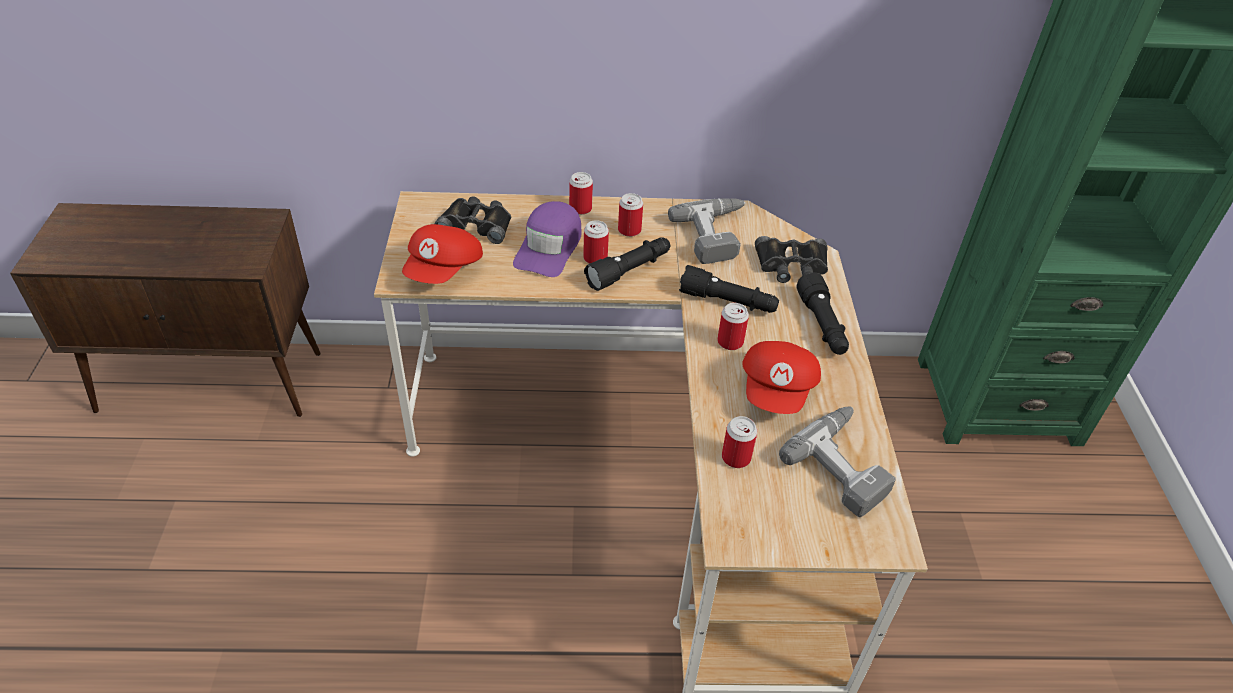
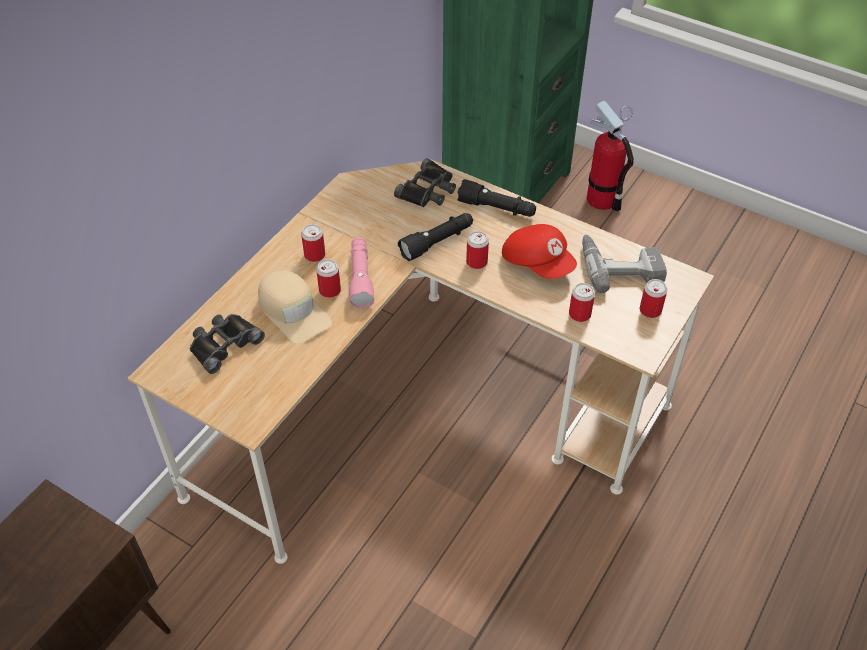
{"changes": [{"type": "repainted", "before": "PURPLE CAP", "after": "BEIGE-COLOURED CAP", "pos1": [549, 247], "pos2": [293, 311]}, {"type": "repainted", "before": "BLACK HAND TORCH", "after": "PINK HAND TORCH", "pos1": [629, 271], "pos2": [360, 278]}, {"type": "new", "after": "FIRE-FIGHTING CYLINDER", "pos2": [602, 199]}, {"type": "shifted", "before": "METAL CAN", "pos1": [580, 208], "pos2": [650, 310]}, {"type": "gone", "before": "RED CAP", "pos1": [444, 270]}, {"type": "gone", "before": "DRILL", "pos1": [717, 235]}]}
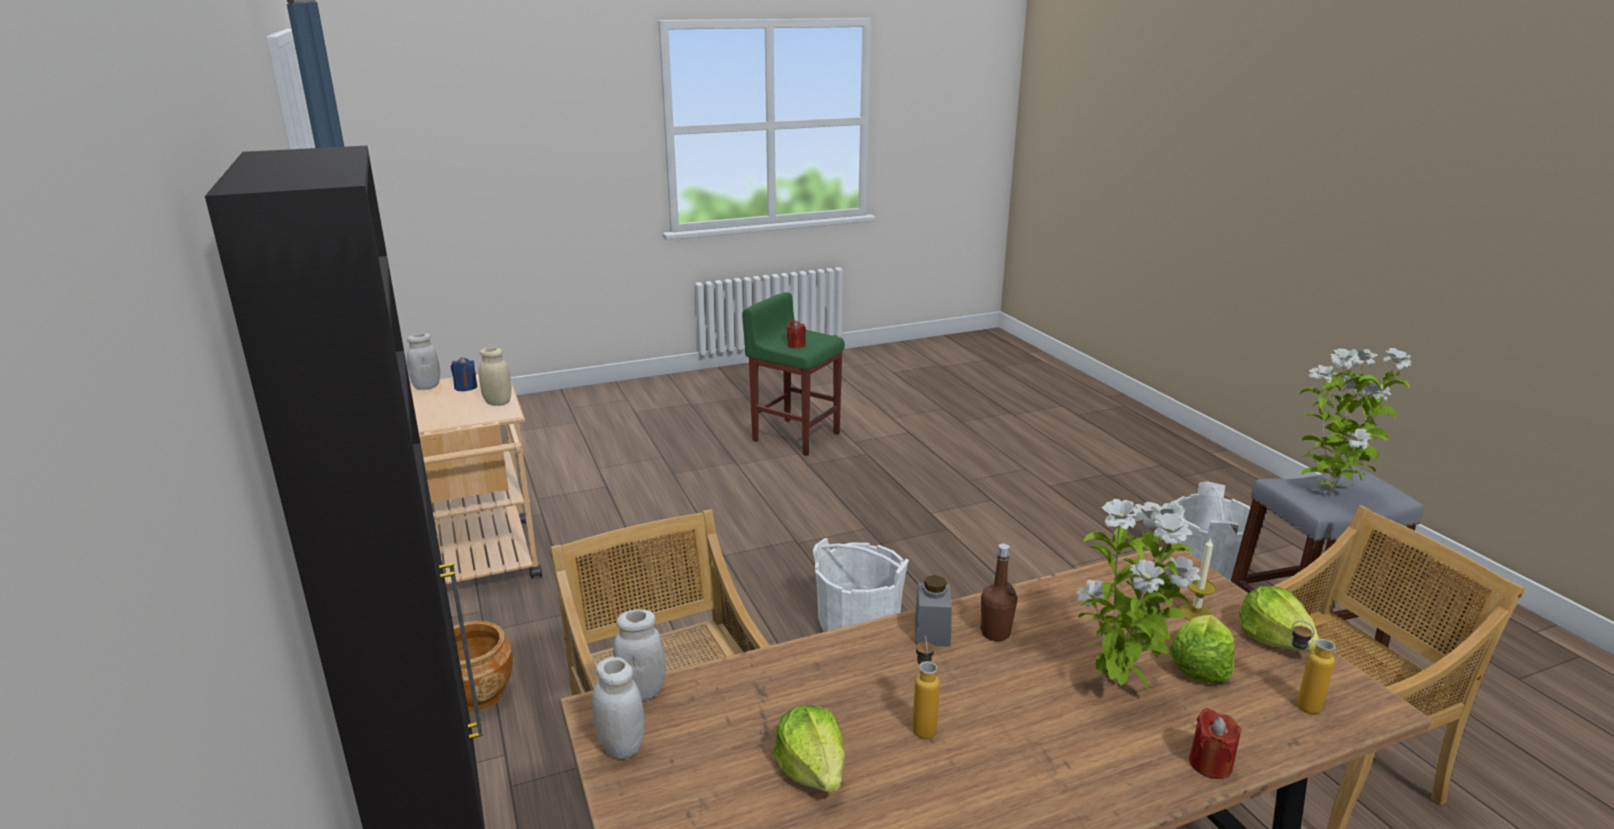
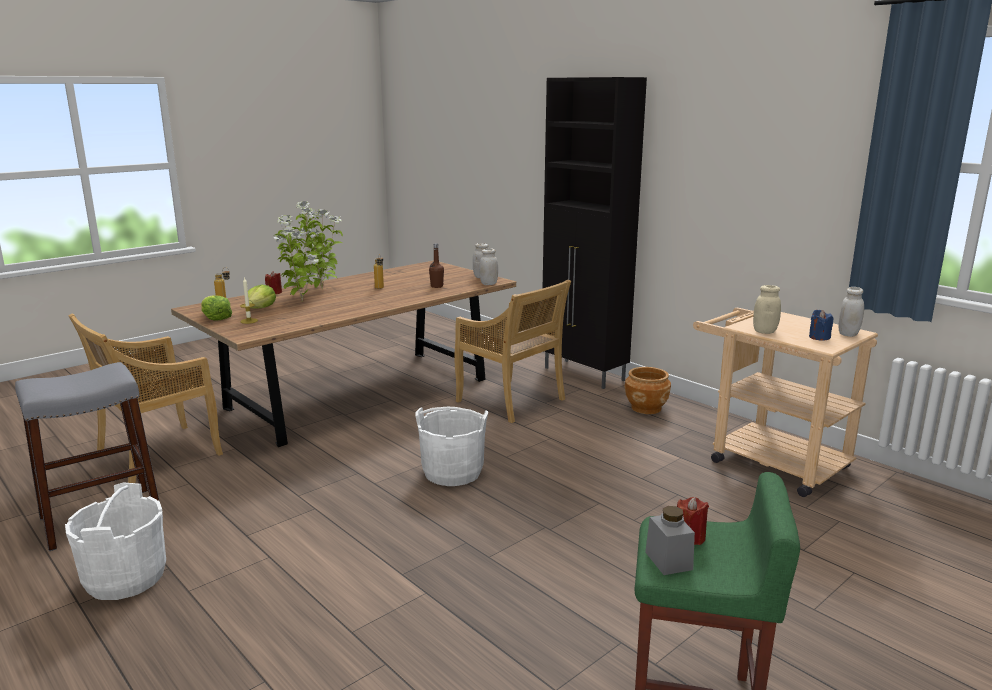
{"changes": [{"type": "shifted", "before": "POTTED PLANT", "pos1": [1329, 494], "pos2": [321, 289]}, {"type": "shifted", "before": "BROWN-COLOURED BOTTLE", "pos1": [995, 633], "pos2": [436, 286]}, {"type": "shifted", "before": "GRAY JAR", "pos1": [932, 632], "pos2": [668, 561]}, {"type": "gone", "before": "LETTUCE HEAD", "pos1": [813, 769]}]}
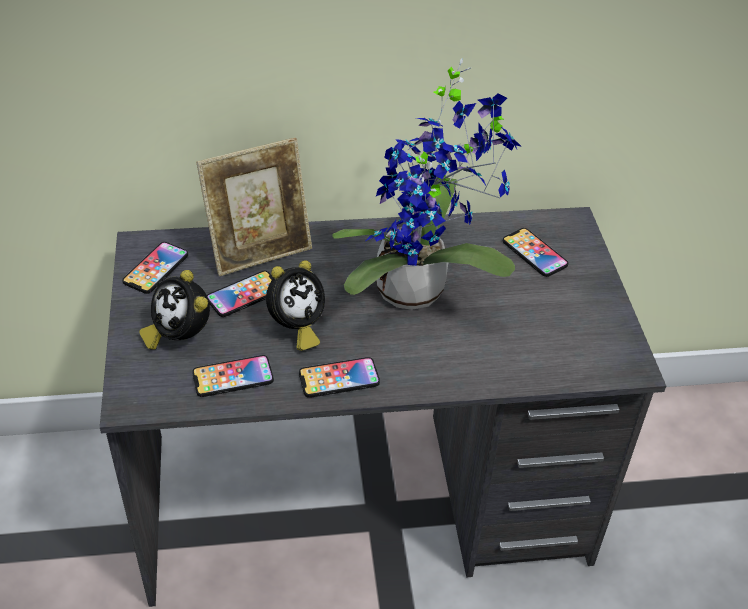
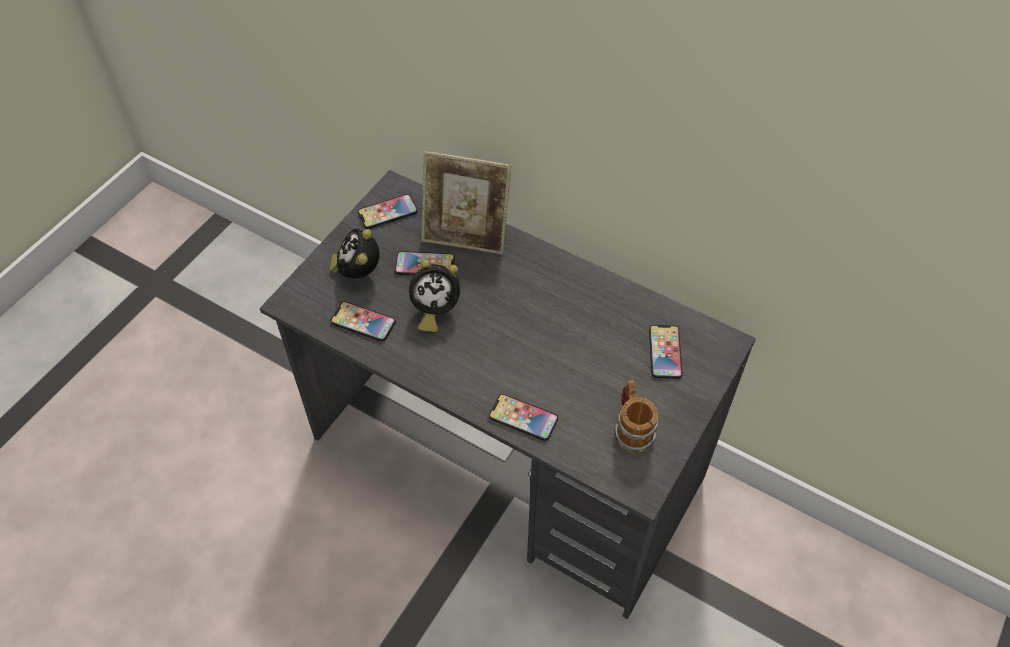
{"changes": [{"type": "shifted", "before": "TELEPHONE", "pos1": [339, 378], "pos2": [523, 418]}, {"type": "new", "after": "COFFEE MUG", "pos2": [631, 429]}, {"type": "gone", "before": "POTTED PLANT", "pos1": [419, 291]}]}
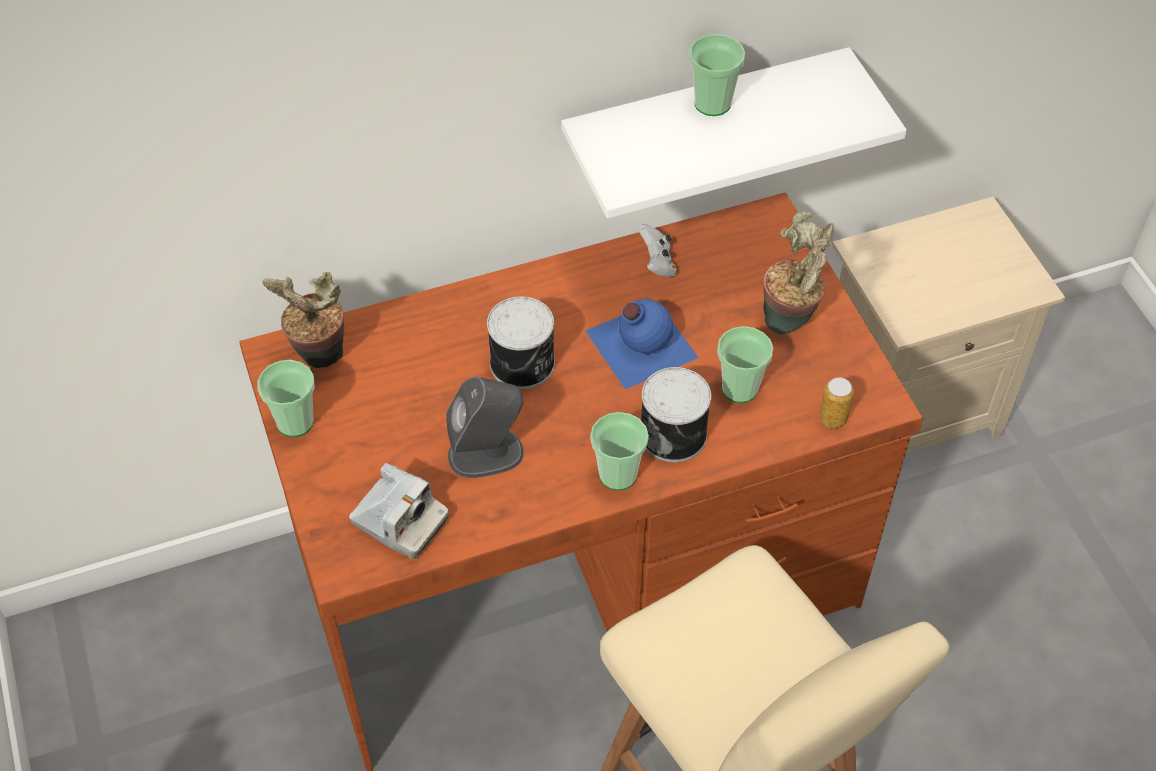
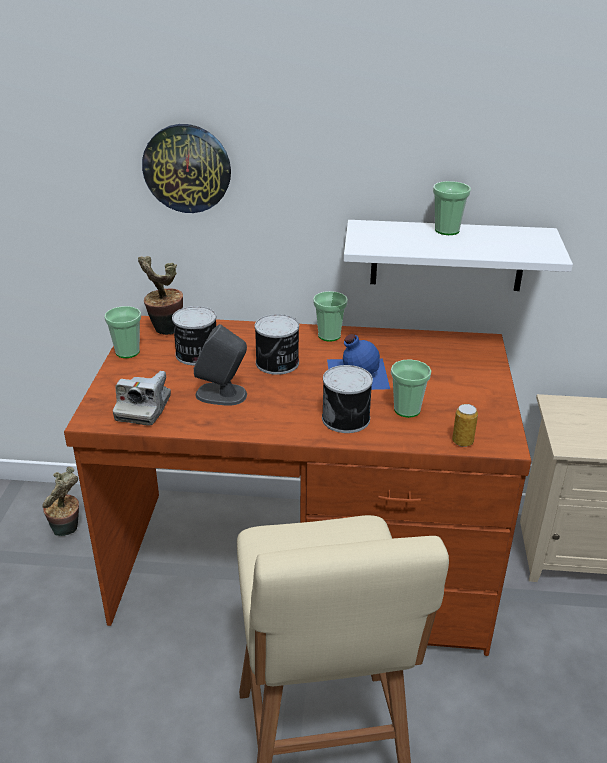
{"changes": [{"type": "shifted", "before": "POTTED PLANT", "pos1": [791, 321], "pos2": [67, 531]}, {"type": "rotated", "before": "PHOTO CAMERA", "pos1": [399, 522], "pos2": [143, 409], "turn": 45}, {"type": "new", "after": "WALL CLOCK", "pos2": [187, 168]}, {"type": "new", "after": "METAL CAN", "pos2": [196, 354]}, {"type": "shifted", "before": "DRINKING CUP", "pos1": [618, 474], "pos2": [329, 335]}, {"type": "gone", "before": "WHITE GAMEPAD", "pos1": [657, 263]}]}
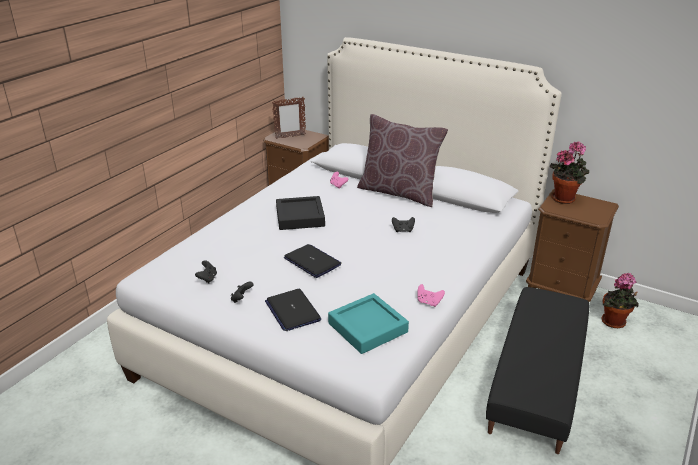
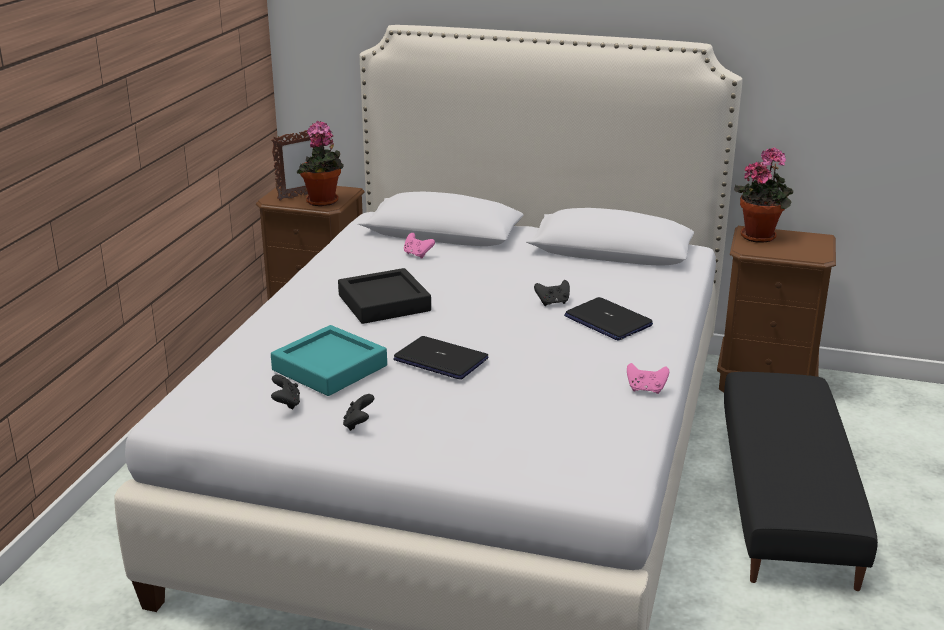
{"changes": [{"type": "shifted", "before": "TURQUOISE TRAY", "pos1": [367, 328], "pos2": [329, 368]}, {"type": "shifted", "before": "POTTED PLANT", "pos1": [614, 323], "pos2": [323, 202]}, {"type": "shifted", "before": "NOTEBOOK COMPUTER", "pos1": [292, 311], "pos2": [607, 321]}, {"type": "gone", "before": "BROWN-COLOURED CUSHION", "pos1": [399, 192]}]}
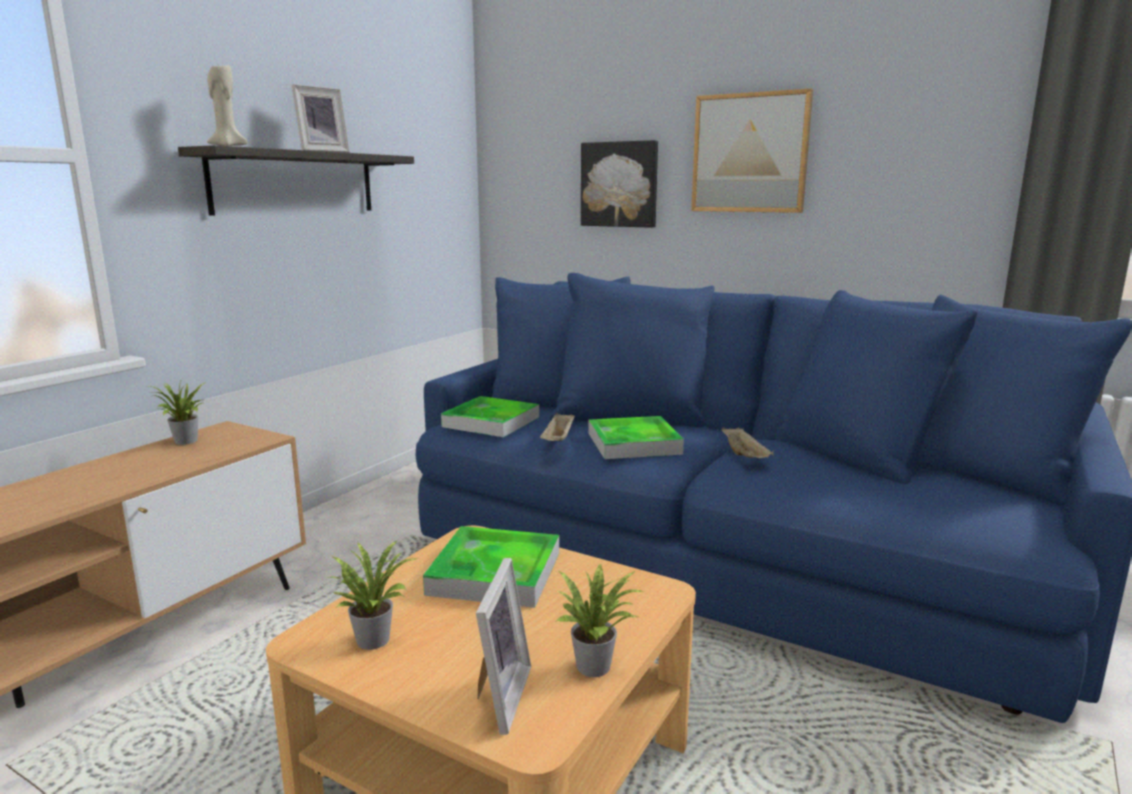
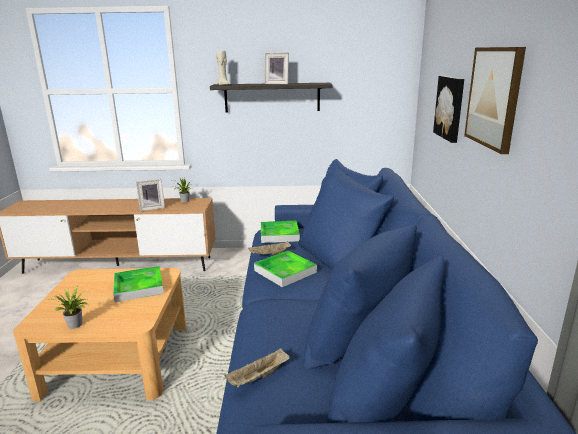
{"changes": [{"type": "shifted", "before": "PHOTO FRAME", "pos1": [497, 697], "pos2": [152, 208]}, {"type": "shifted", "before": "BEIGE-COLOURED TRAY", "pos1": [745, 457], "pos2": [258, 378]}, {"type": "gone", "before": "POTTED PLANT", "pos1": [373, 637]}]}
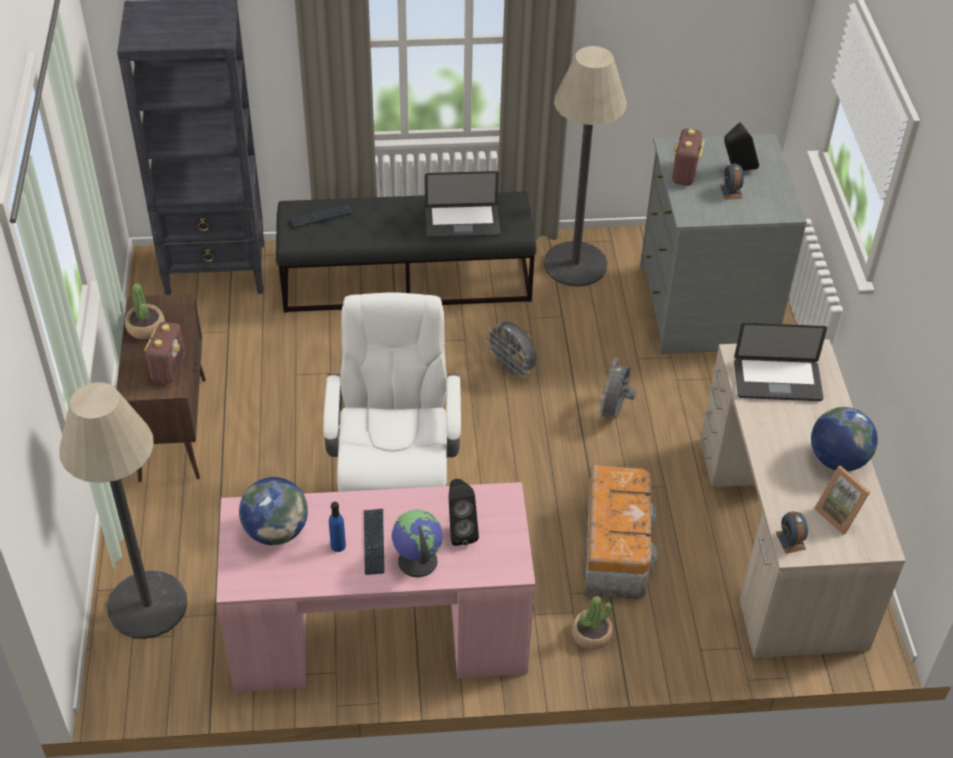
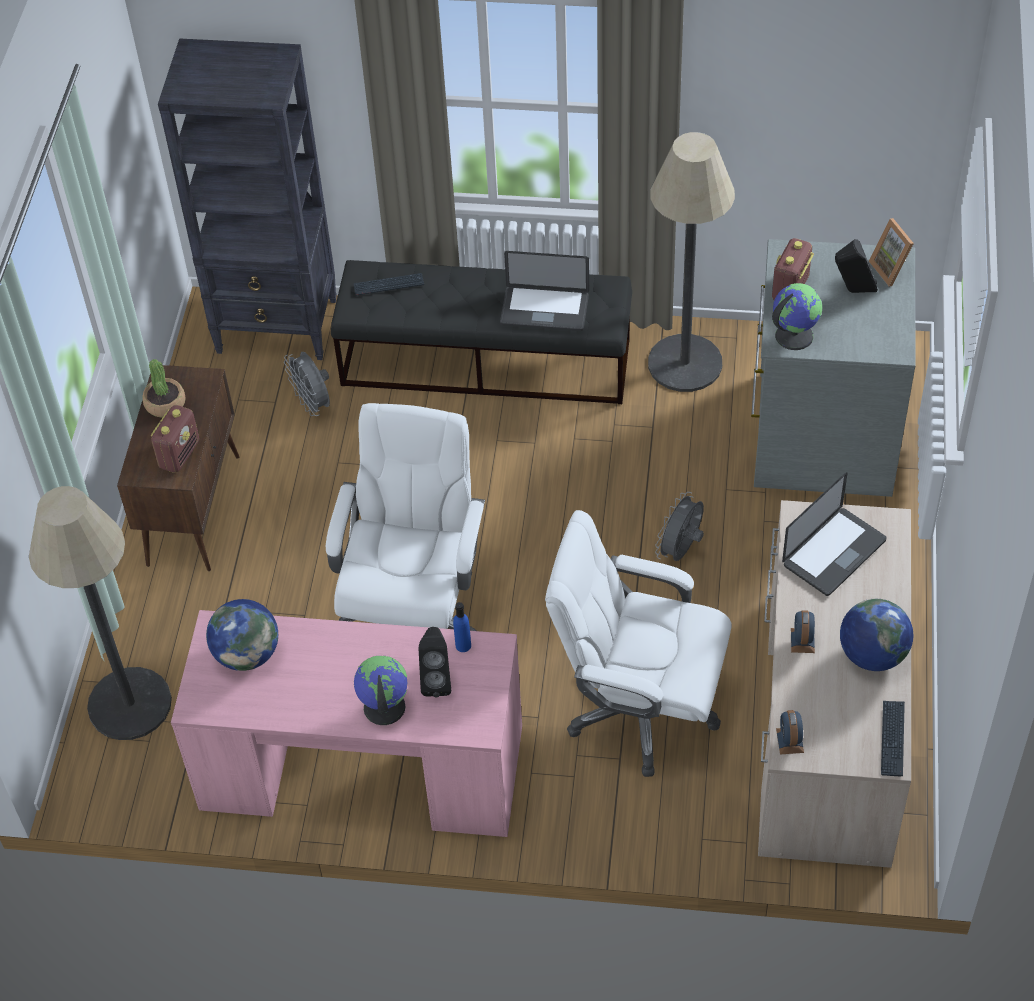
{"changes": [{"type": "shifted", "before": "GRAY COOLING FAN", "pos1": [512, 370], "pos2": [313, 404]}, {"type": "shifted", "before": "BLUISH BOTTLE", "pos1": [338, 546], "pos2": [463, 645]}, {"type": "swapped", "before": "STORAGE BOX", "after": "WHITE OFFICE CHAIR", "pos1": [615, 547], "pos2": [639, 710]}, {"type": "new", "after": "GLOBE", "pos2": [793, 335]}, {"type": "rotated", "before": "NOTEBOOK COMPUTER", "pos1": [777, 381], "pos2": [834, 553], "turn": -60}, {"type": "shifted", "before": "ALARM CLOCK", "pos1": [731, 191], "pos2": [802, 640]}, {"type": "shifted", "before": "PHOTO FRAME", "pos1": [840, 514], "pos2": [892, 269]}, {"type": "shifted", "before": "PC KEYBOARD", "pos1": [374, 542], "pos2": [892, 739]}, {"type": "gone", "before": "POTTED PLANT", "pos1": [591, 634]}]}
